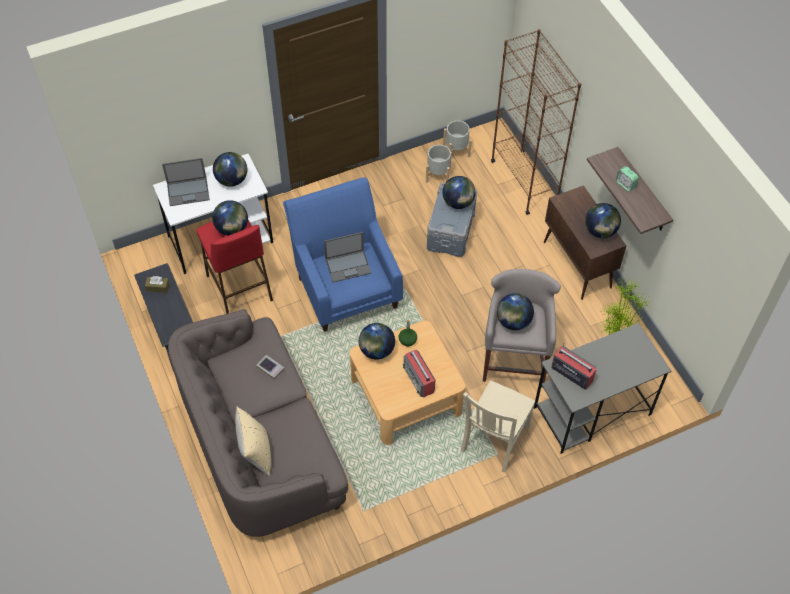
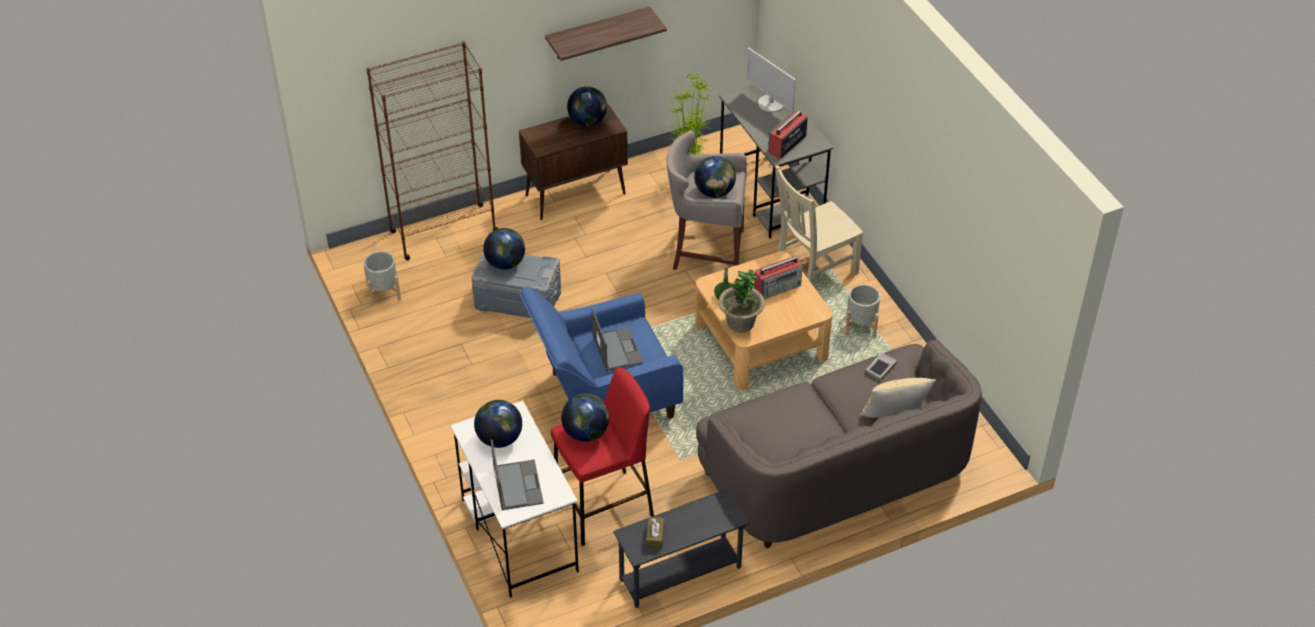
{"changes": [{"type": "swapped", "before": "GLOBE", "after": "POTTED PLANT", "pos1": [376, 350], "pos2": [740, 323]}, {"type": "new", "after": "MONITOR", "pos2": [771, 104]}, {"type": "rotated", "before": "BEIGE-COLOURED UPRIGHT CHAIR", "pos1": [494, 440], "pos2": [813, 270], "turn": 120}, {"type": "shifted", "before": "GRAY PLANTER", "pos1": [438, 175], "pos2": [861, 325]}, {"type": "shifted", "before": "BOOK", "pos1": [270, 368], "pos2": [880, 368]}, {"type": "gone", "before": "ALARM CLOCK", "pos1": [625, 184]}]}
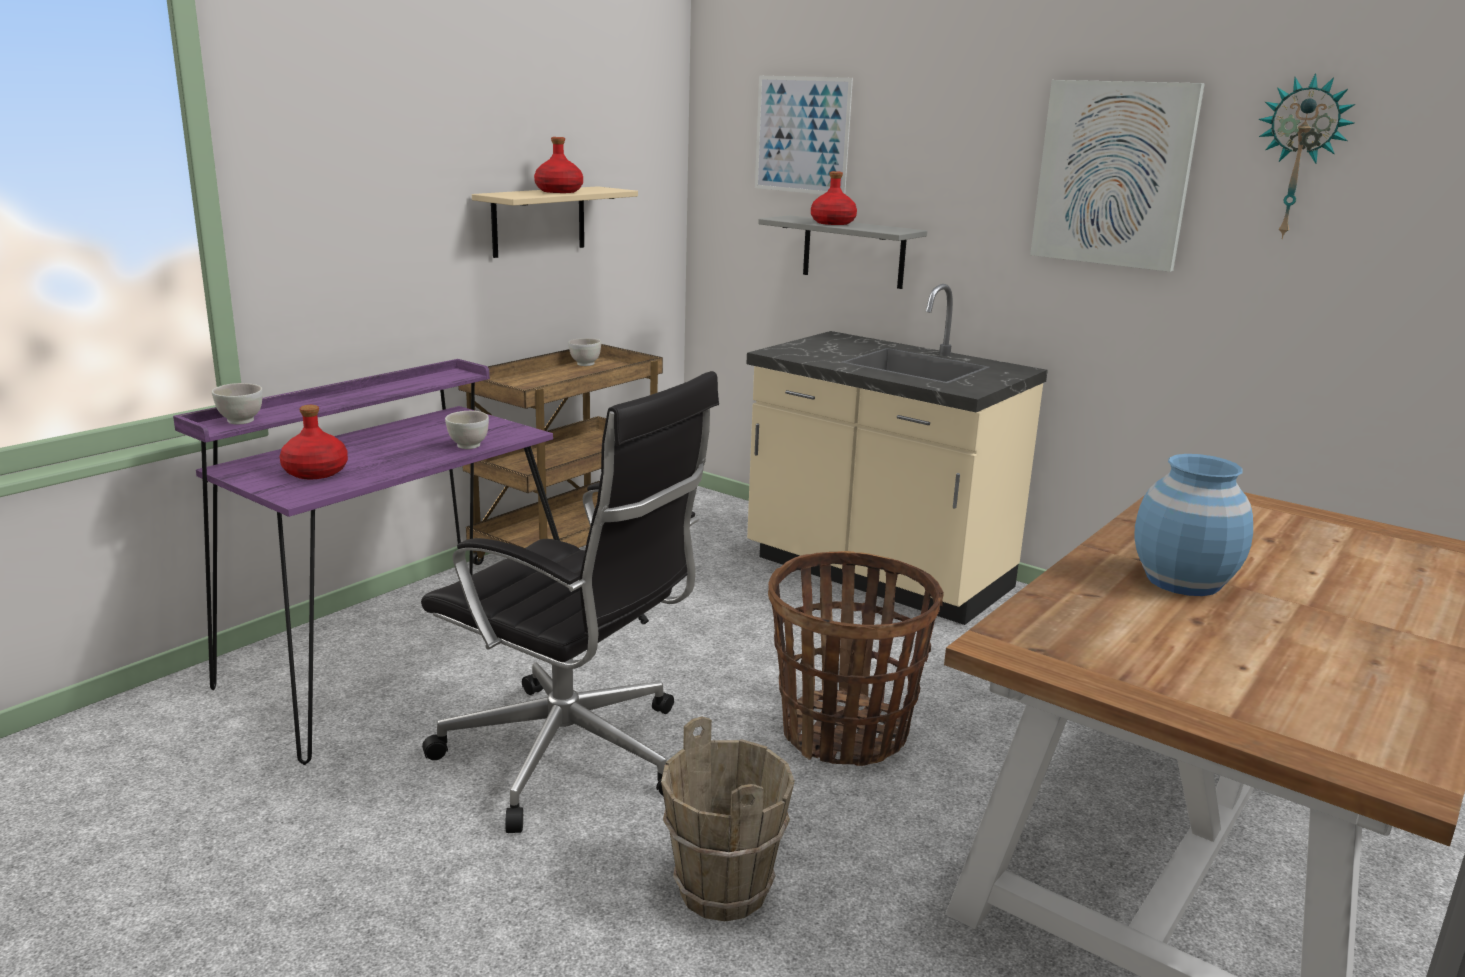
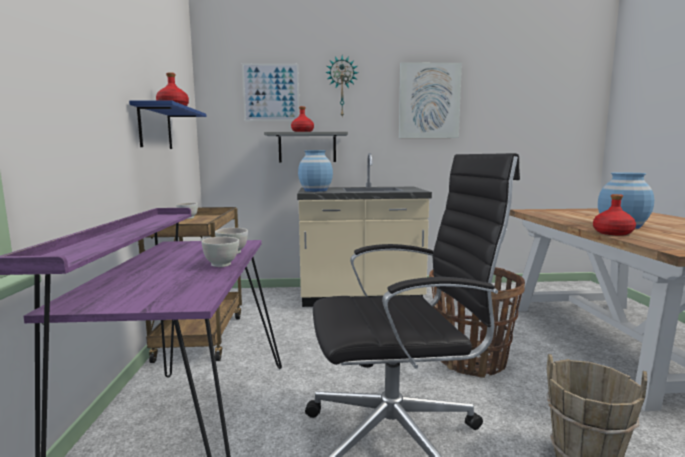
{"changes": [{"type": "repainted", "before": "BEIGE-COLOURED SHELF", "after": "BLUISH SHELF", "pos1": [539, 221], "pos2": [155, 128]}, {"type": "shifted", "before": "WHITE DEEP DISH", "pos1": [241, 421], "pos2": [222, 265]}, {"type": "new", "after": "BLUISH FLOWER VASE", "pos2": [315, 190]}, {"type": "shifted", "before": "WALL CLOCK", "pos1": [1299, 158], "pos2": [342, 87]}, {"type": "shifted", "before": "RED BOTTLE", "pos1": [315, 472], "pos2": [612, 233]}]}
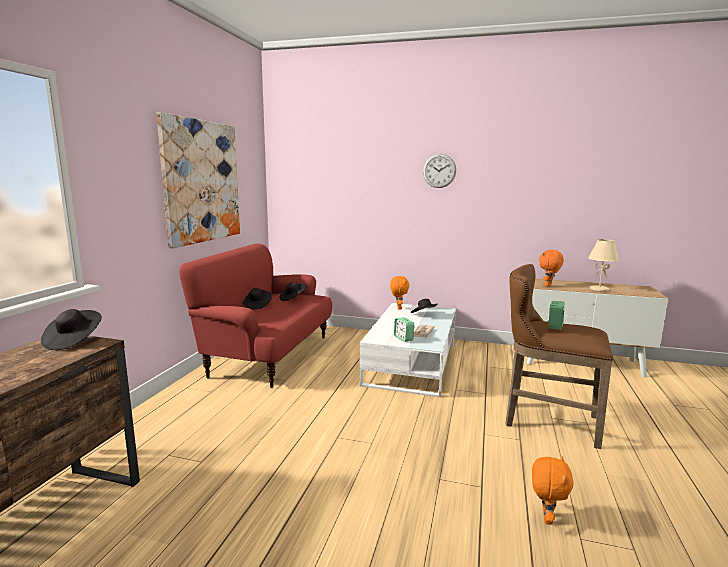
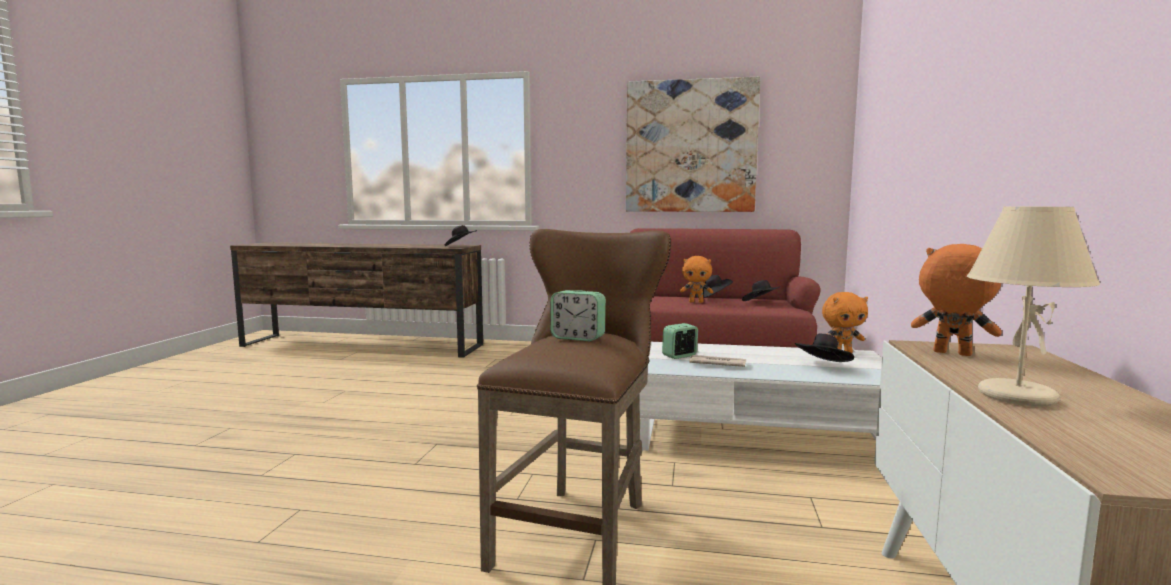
{"changes": [{"type": "shifted", "before": "ORANGE PLUSH TOY", "pos1": [546, 517], "pos2": [696, 302]}, {"type": "gone", "before": "WALL CLOCK", "pos1": [439, 171]}]}
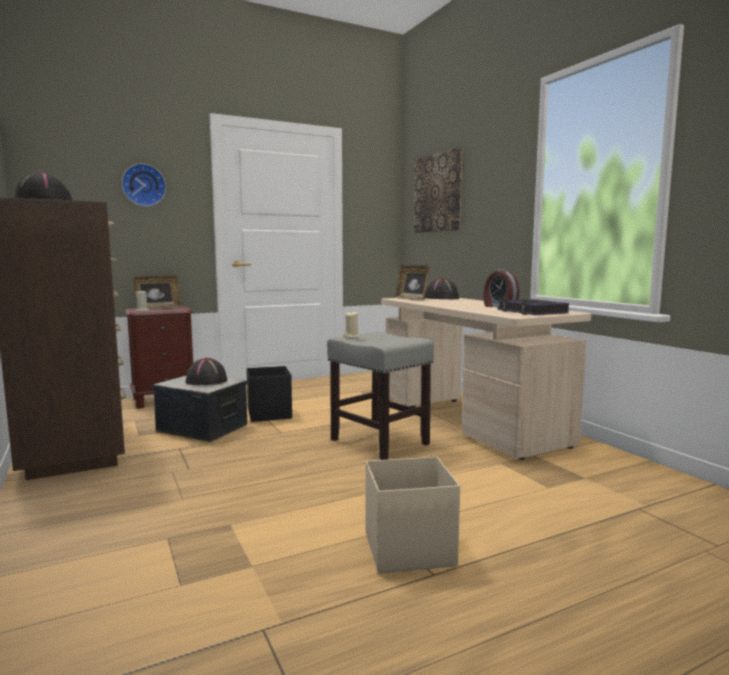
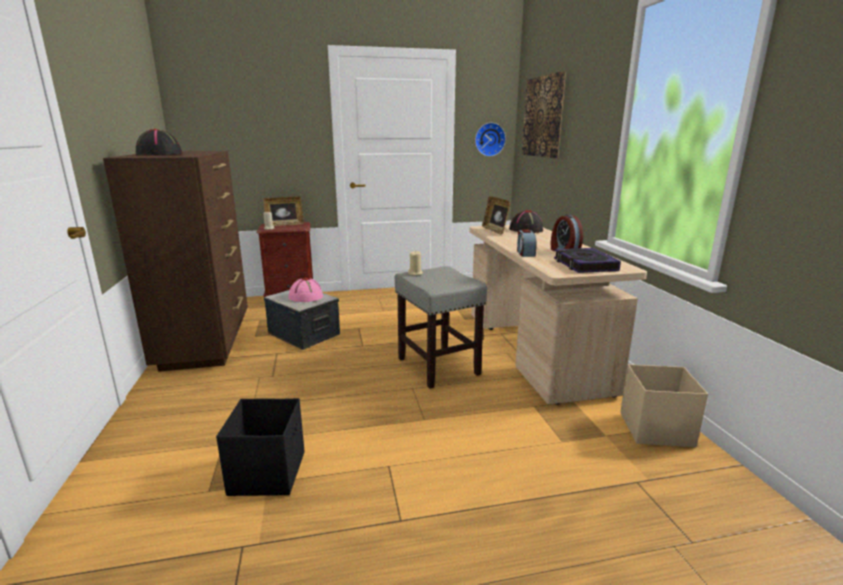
{"changes": [{"type": "shifted", "before": "BLACK STORAGE BOX", "pos1": [269, 414], "pos2": [268, 472]}, {"type": "repainted", "before": "BLACK WEARABLE HAT", "after": "PINK WEARABLE HAT", "pos1": [206, 381], "pos2": [305, 297]}, {"type": "shifted", "before": "WALL CLOCK", "pos1": [143, 185], "pos2": [489, 139]}, {"type": "new", "after": "ALARM CLOCK", "pos2": [525, 253]}, {"type": "shifted", "before": "BEIGE-COLOURED STORAGE BOX", "pos1": [407, 549], "pos2": [654, 429]}]}
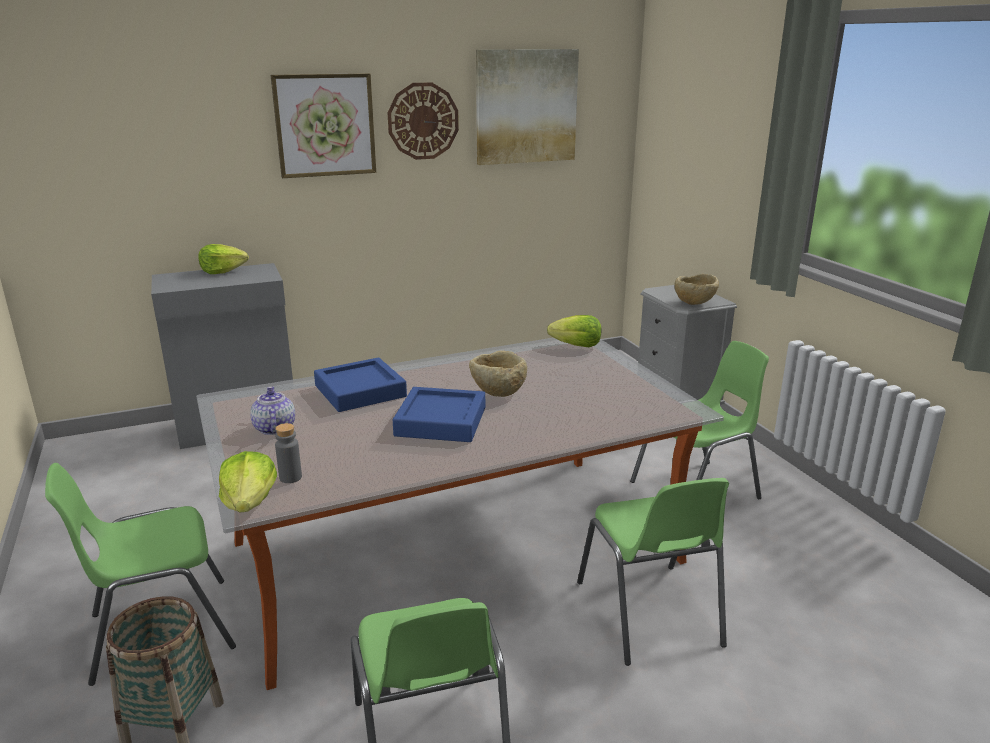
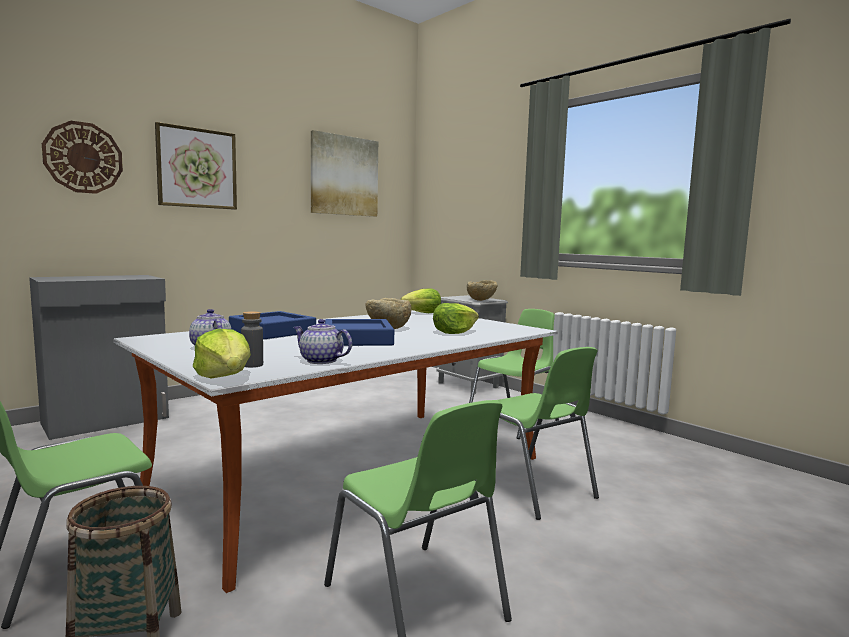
{"changes": [{"type": "shifted", "before": "WALL CLOCK", "pos1": [423, 121], "pos2": [83, 157]}, {"type": "new", "after": "POT FOR TEA", "pos2": [320, 361]}, {"type": "shifted", "before": "LETTUCE HEAD", "pos1": [222, 271], "pos2": [454, 332]}]}
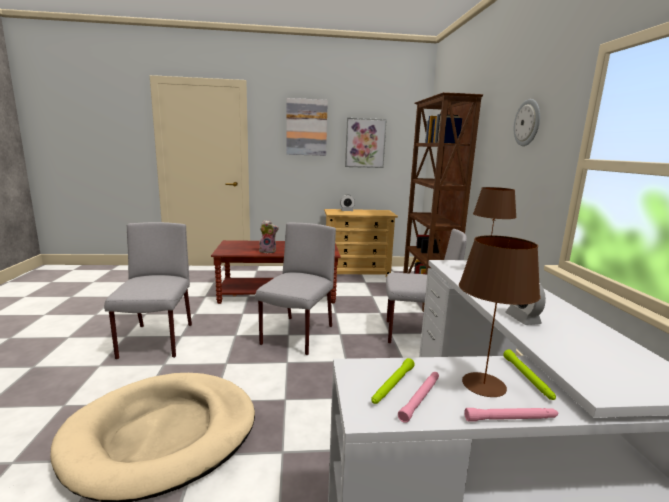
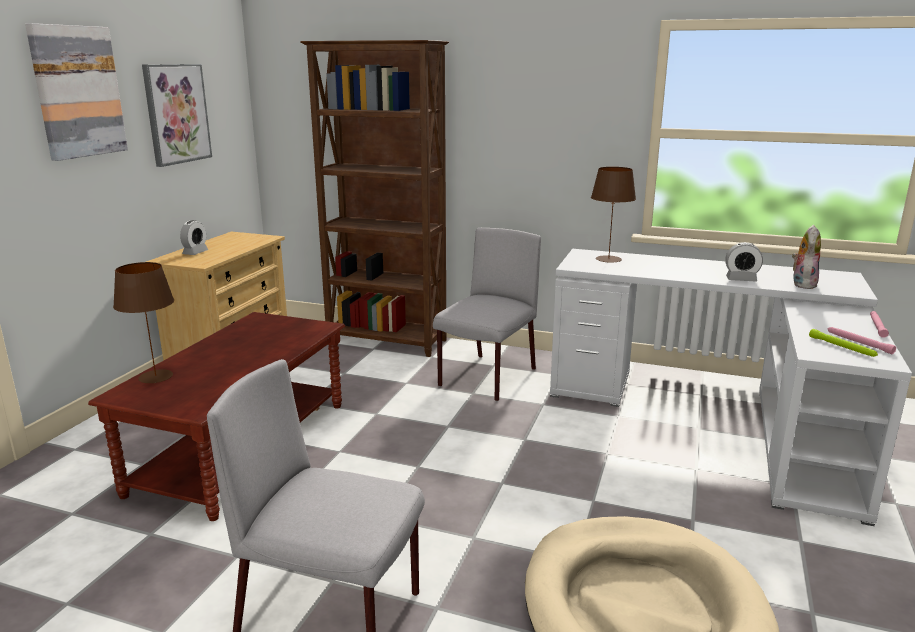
{"changes": [{"type": "shifted", "before": "BROWN-COLOURED TABLETOP LAMP", "pos1": [483, 385], "pos2": [156, 377]}, {"type": "shifted", "before": "PLUSH TOY", "pos1": [268, 251], "pos2": [802, 284]}, {"type": "gone", "before": "GRAY UPRIGHT CHAIR", "pos1": [297, 336]}, {"type": "gone", "before": "GREEN HAND TORCH", "pos1": [528, 378]}, {"type": "gone", "before": "WALL CLOCK", "pos1": [527, 123]}]}
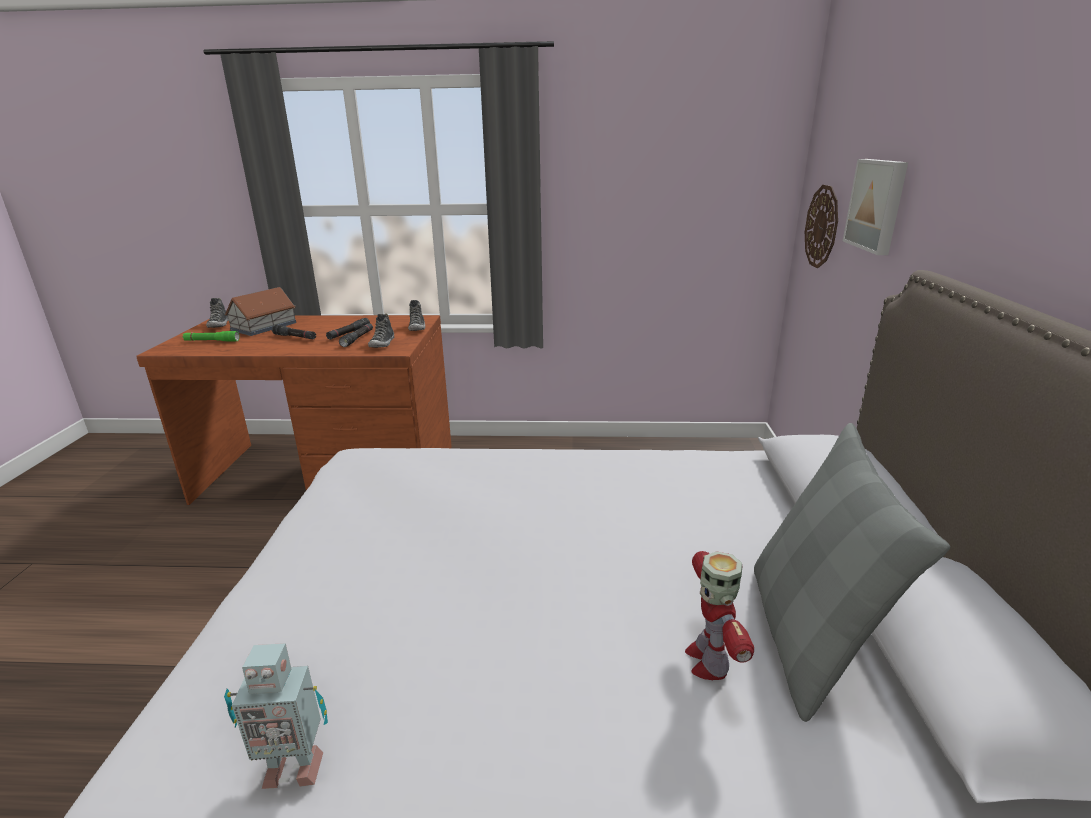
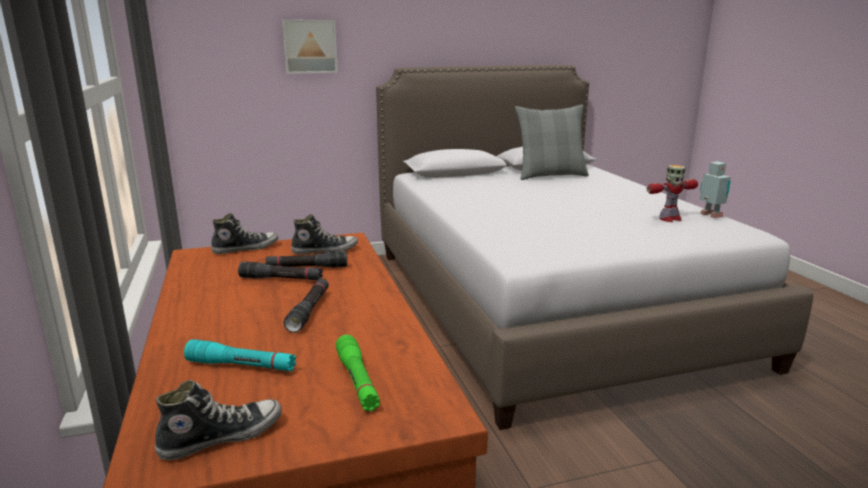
{"changes": [{"type": "swapped", "before": "MODEL HOUSE", "after": "TURQUOISE HAND TORCH", "pos1": [263, 326], "pos2": [241, 366]}, {"type": "shifted", "before": "MODEL ROBOT", "pos1": [707, 660], "pos2": [669, 219]}, {"type": "gone", "before": "WALL CLOCK", "pos1": [822, 226]}]}
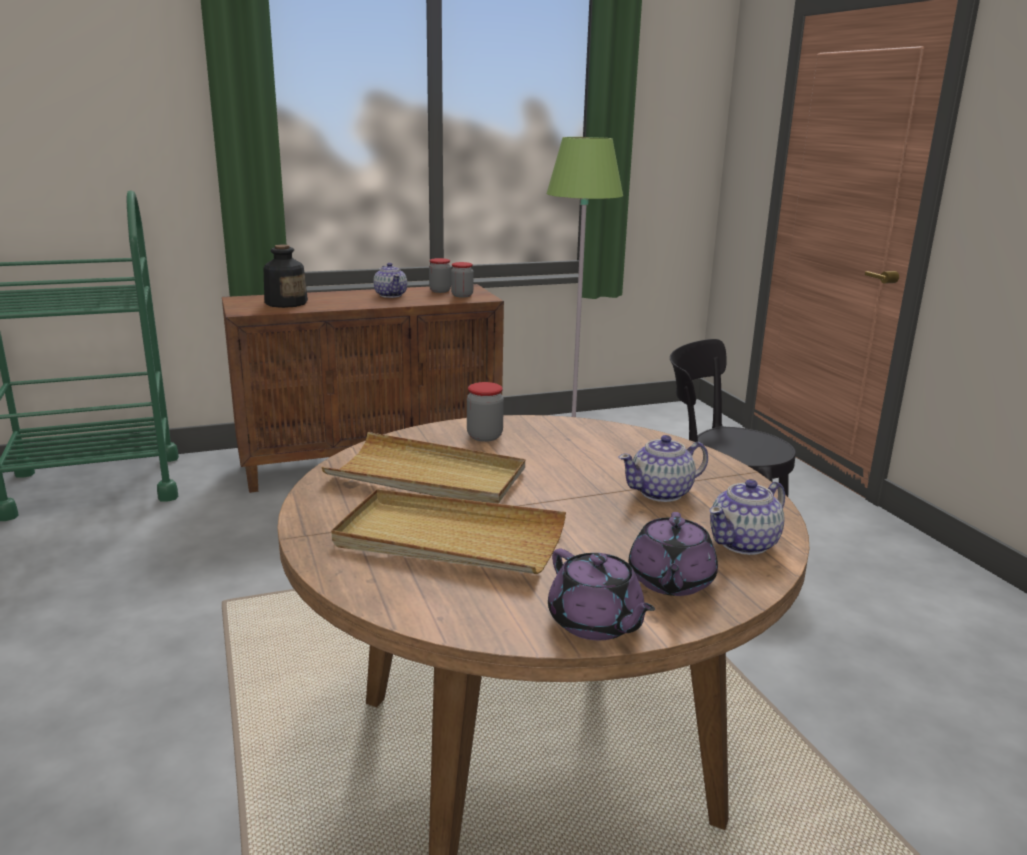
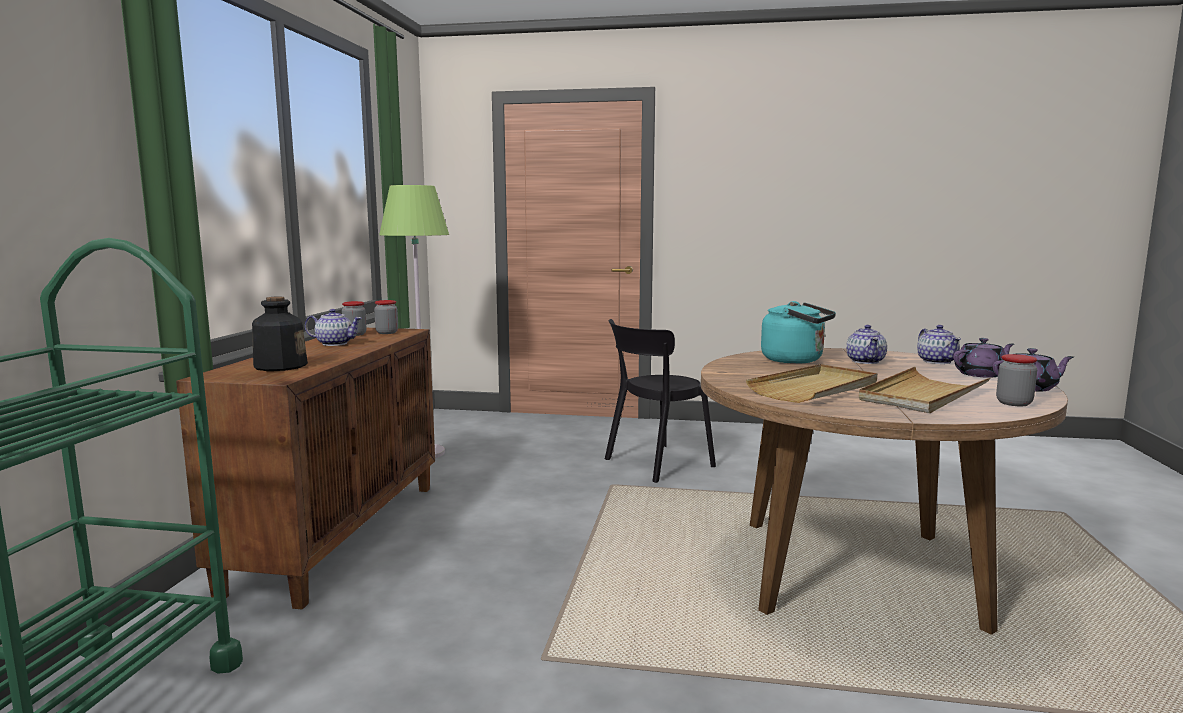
{"changes": [{"type": "new", "after": "TURQUOISE WATER KETTLE", "pos2": [796, 360]}, {"type": "rotated", "before": "PURPLE POT FOR TEA", "pos1": [670, 581], "pos2": [981, 374], "turn": -60}, {"type": "shifted", "before": "JAR", "pos1": [484, 436], "pos2": [1014, 403]}]}
